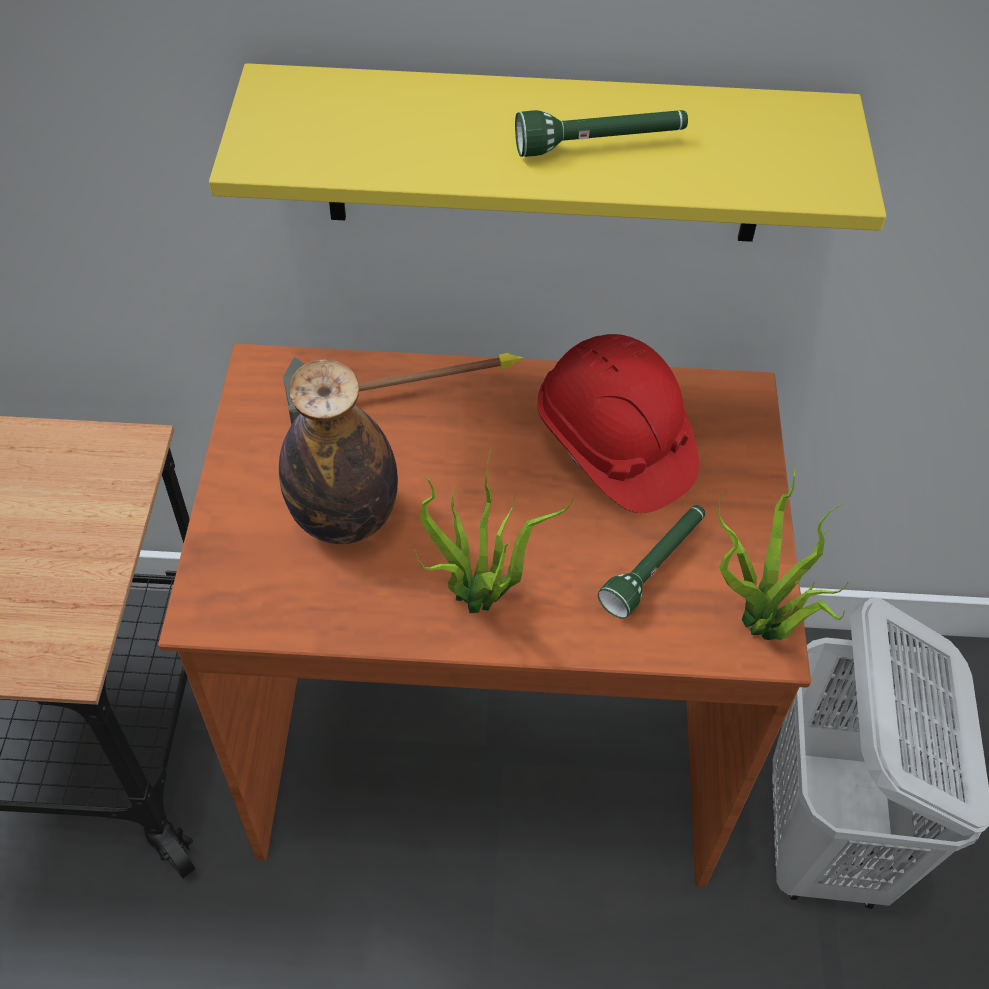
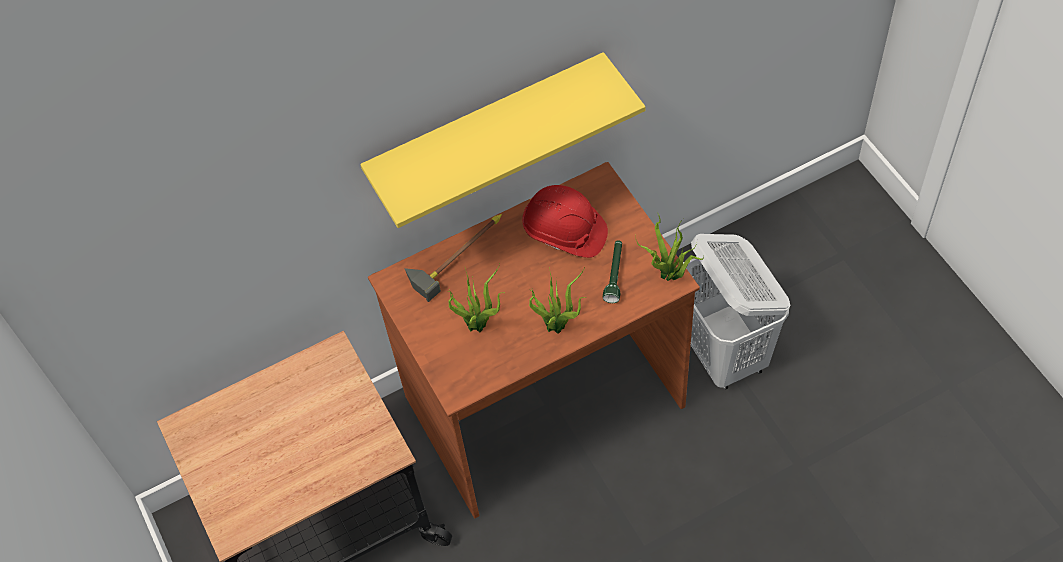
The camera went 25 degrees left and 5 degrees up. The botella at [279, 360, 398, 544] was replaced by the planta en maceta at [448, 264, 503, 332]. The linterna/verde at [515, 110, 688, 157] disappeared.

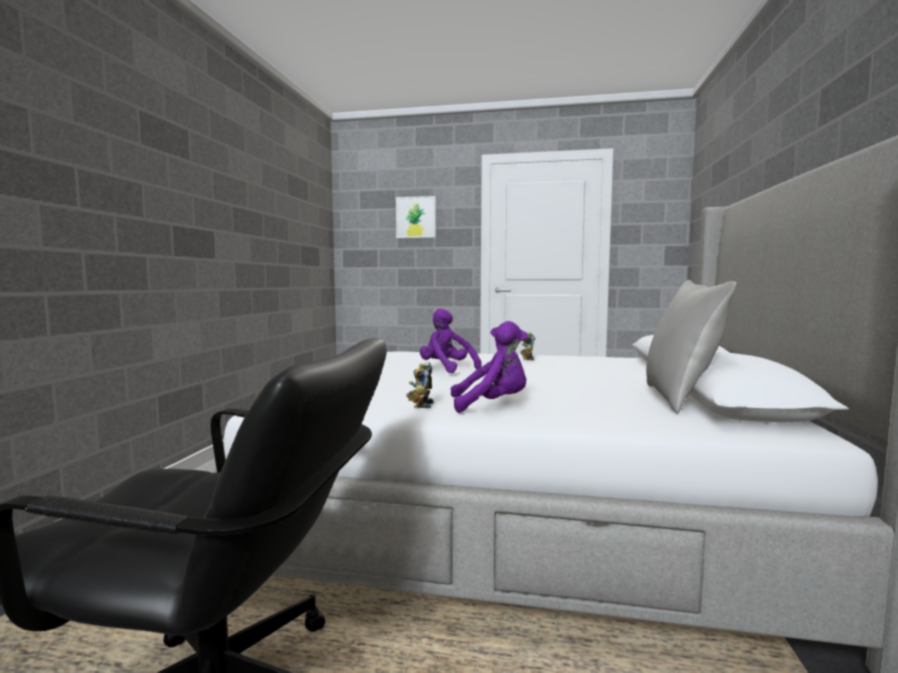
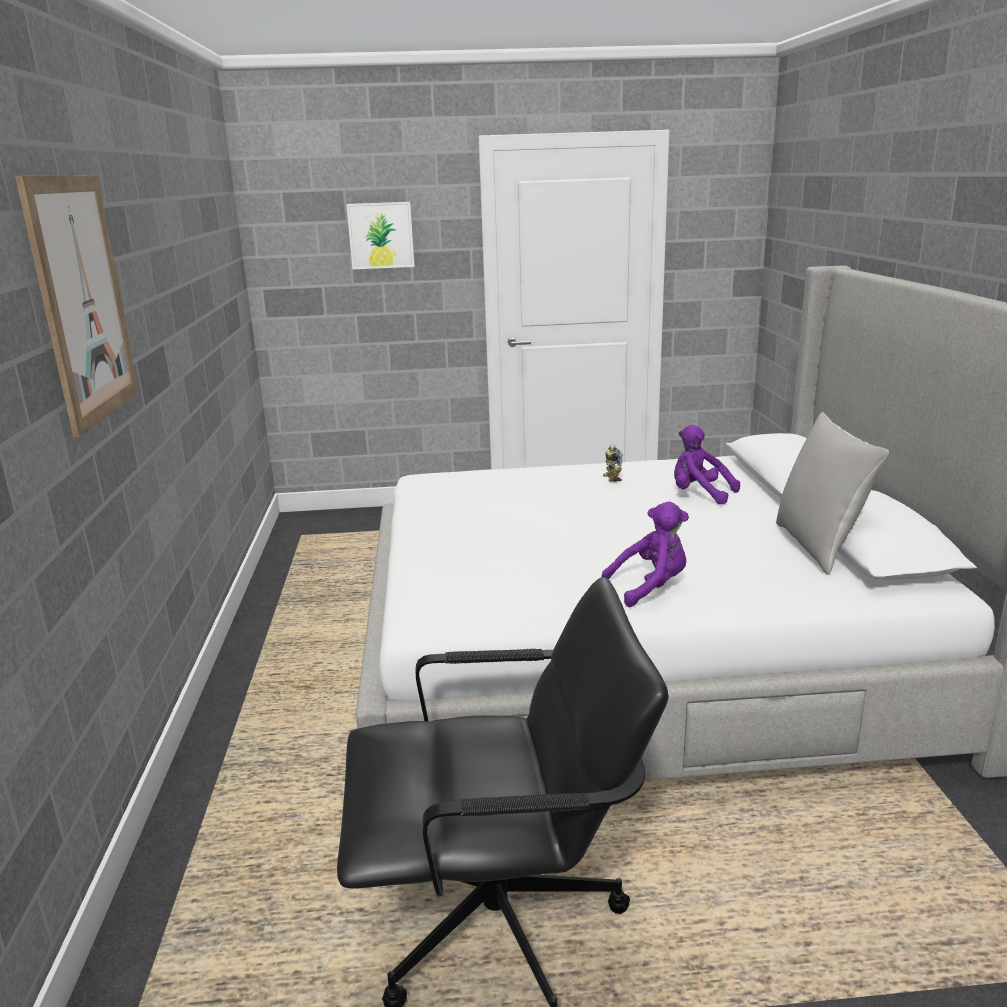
The camera went 15 degrees left and 15 degrees up. The robot de juguete at [406, 362, 434, 408] disappeared. The peluche/morado moved from [420, 309, 482, 373] to [674, 425, 740, 504]. The cuadro at [15, 176, 139, 437] appeared.

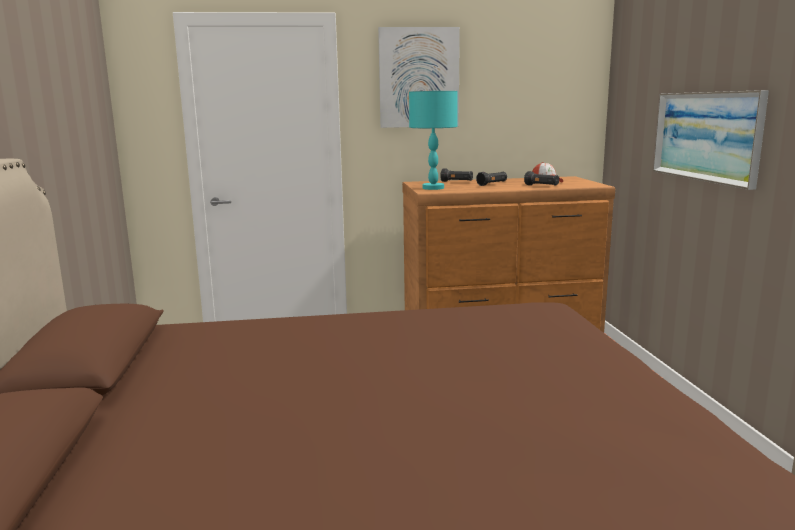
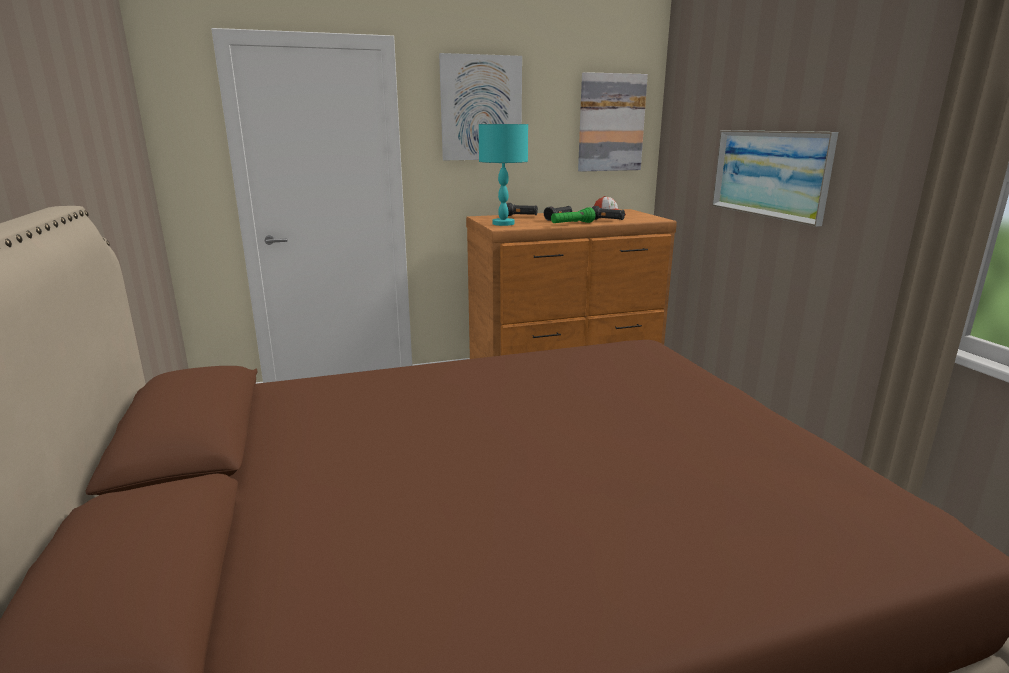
The camera went 10 degrees left and 5 degrees up. The linterna/verde at [551, 207, 596, 223] appeared. The cuadro at [578, 72, 648, 172] appeared.

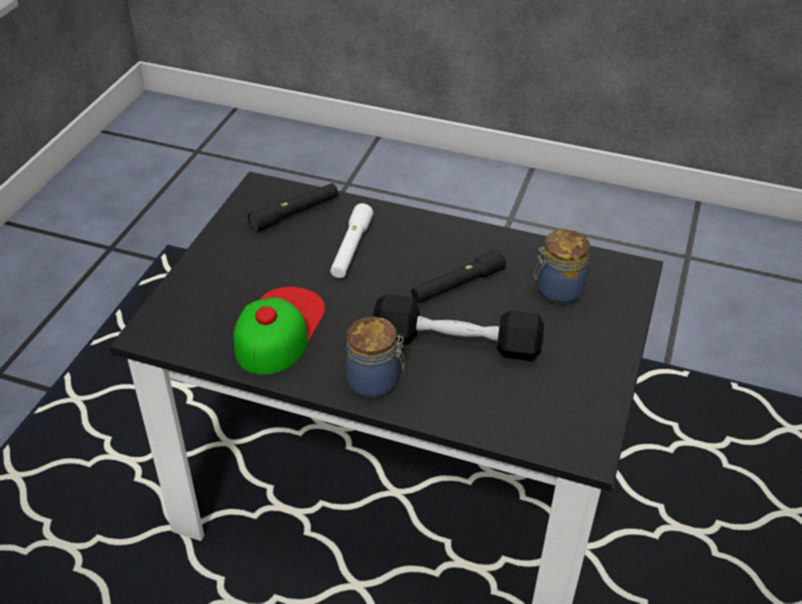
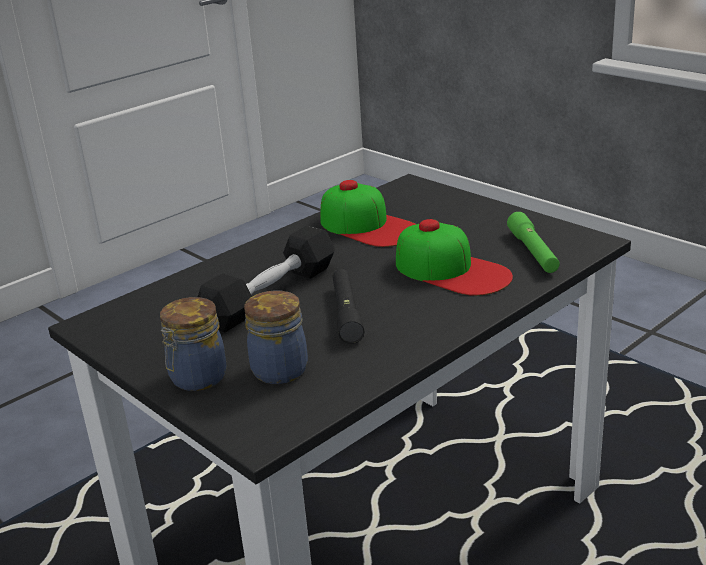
The camera went 120 degrees right and 15 degrees down. The linterna/negro at [248, 183, 338, 232] became the linterna/verde at [507, 212, 560, 273]. The linterna/blanco at [330, 203, 373, 278] was replaced by the gorra at [396, 219, 513, 296]. The tarro moved from [346, 317, 405, 398] to [160, 297, 227, 391].

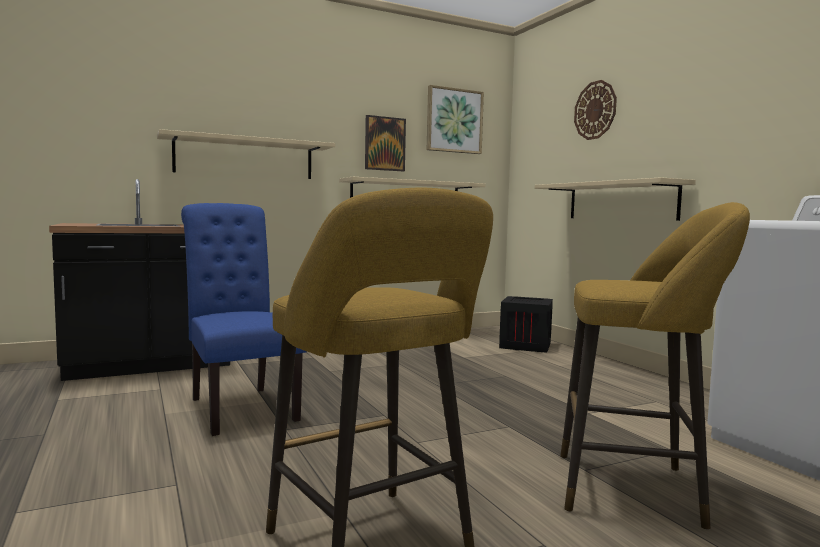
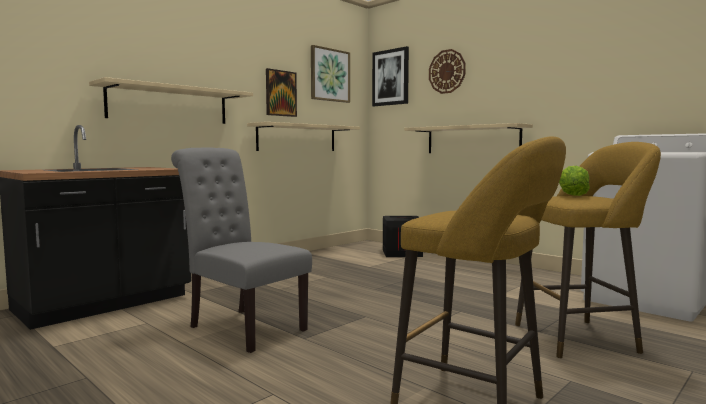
The camera went 20 degrees left and 0 degrees up. The silla/azul at [181, 203, 307, 436] became the silla/gris at [171, 147, 312, 353]. The cuadro at [372, 46, 409, 106] appeared. The lechuga at [559, 166, 590, 196] appeared.

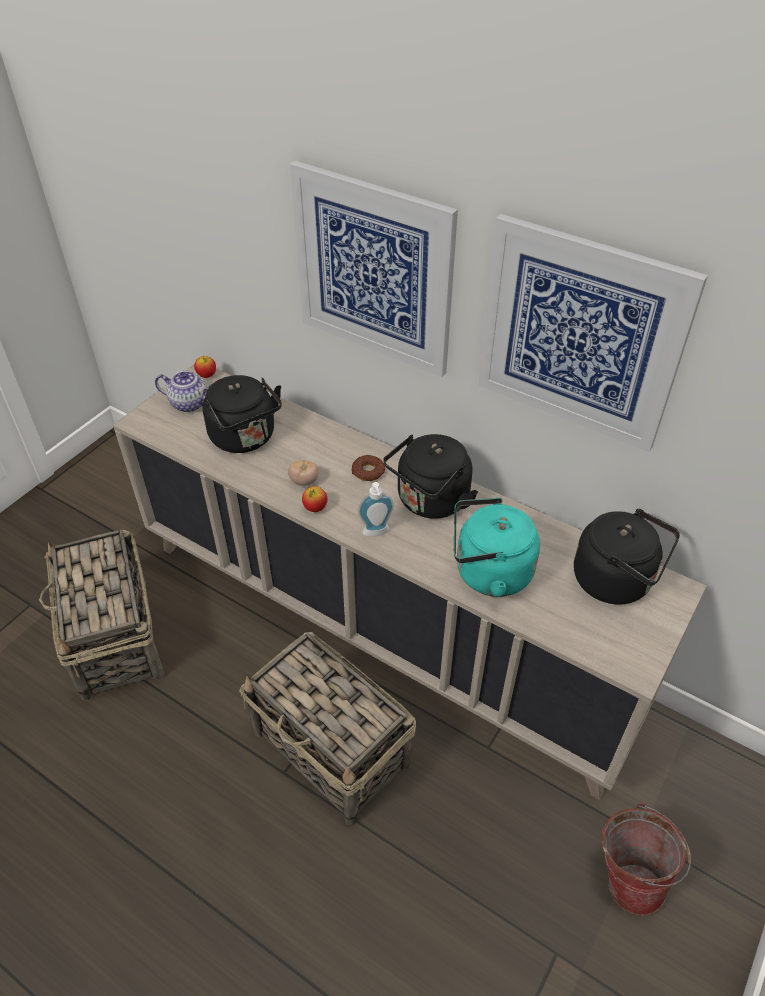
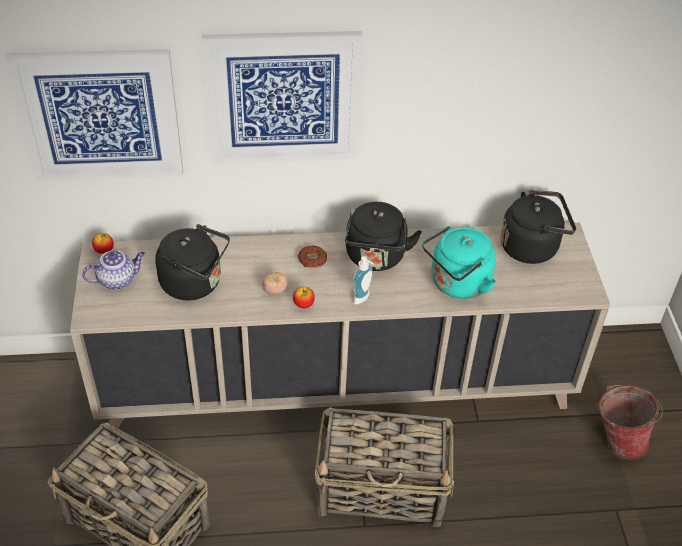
The camera went 40 degrees left and 0 degrees up. The cuadro moved from [478, 214, 708, 452] to [5, 49, 183, 181].

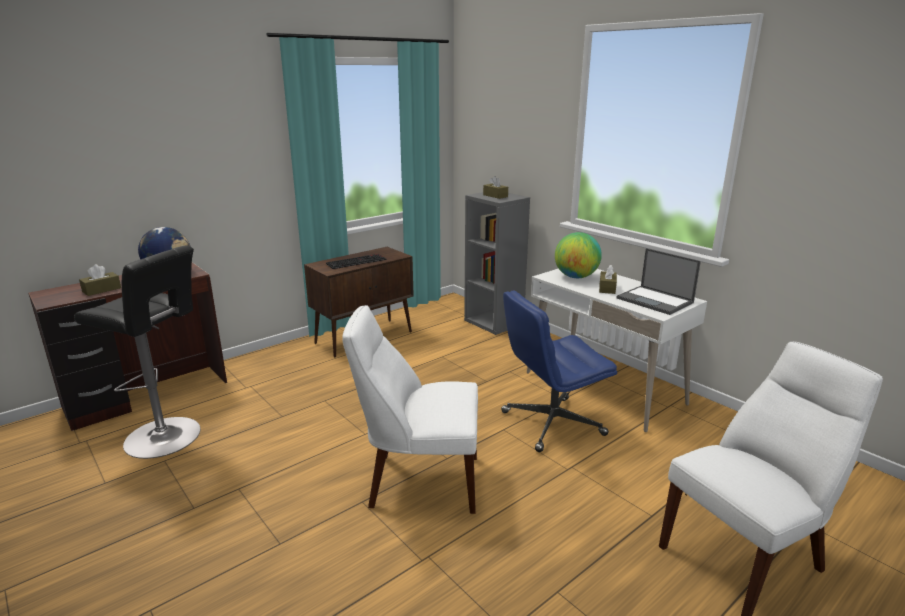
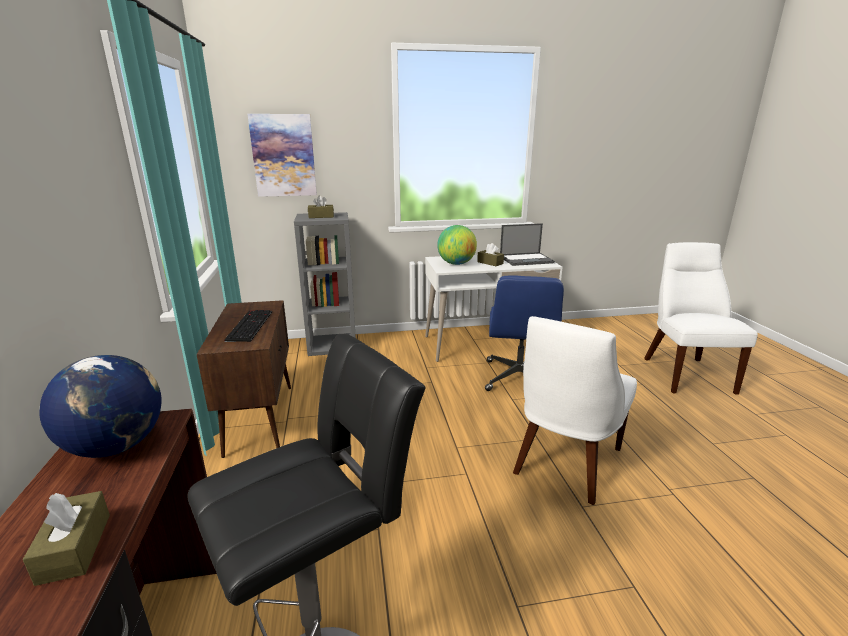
The camera went 60 degrees left and 0 degrees up. The cuadro at [248, 114, 317, 197] appeared.

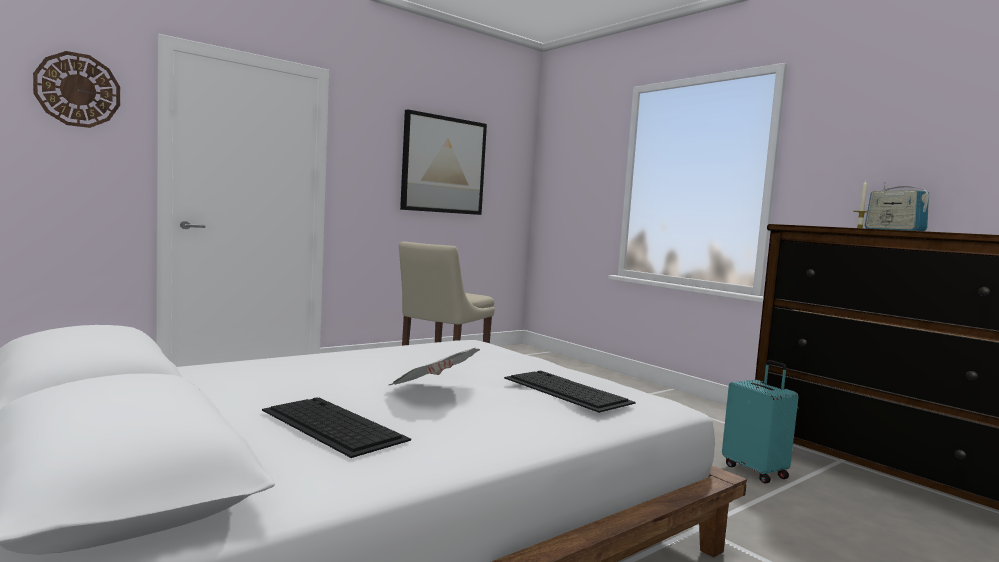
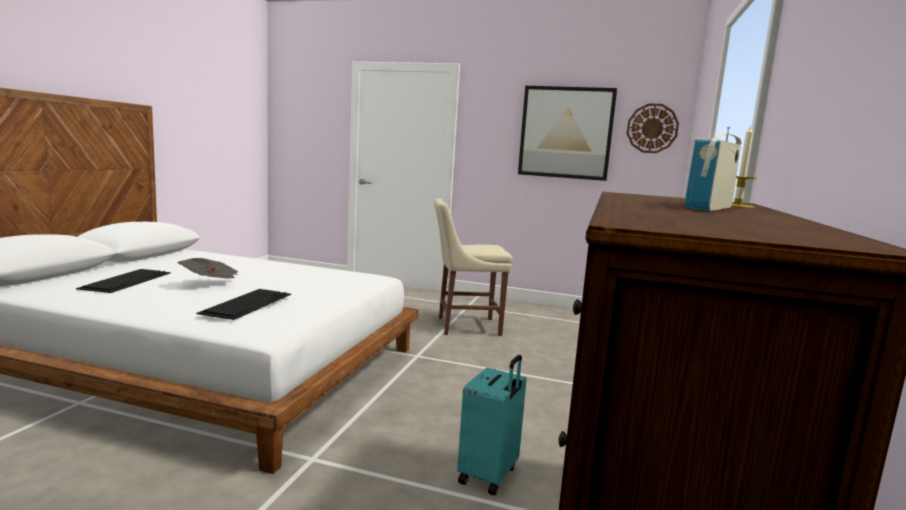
The camera went 55 degrees right and 5 degrees up. The reloj de pared moved from [33, 51, 120, 128] to [627, 103, 679, 153].

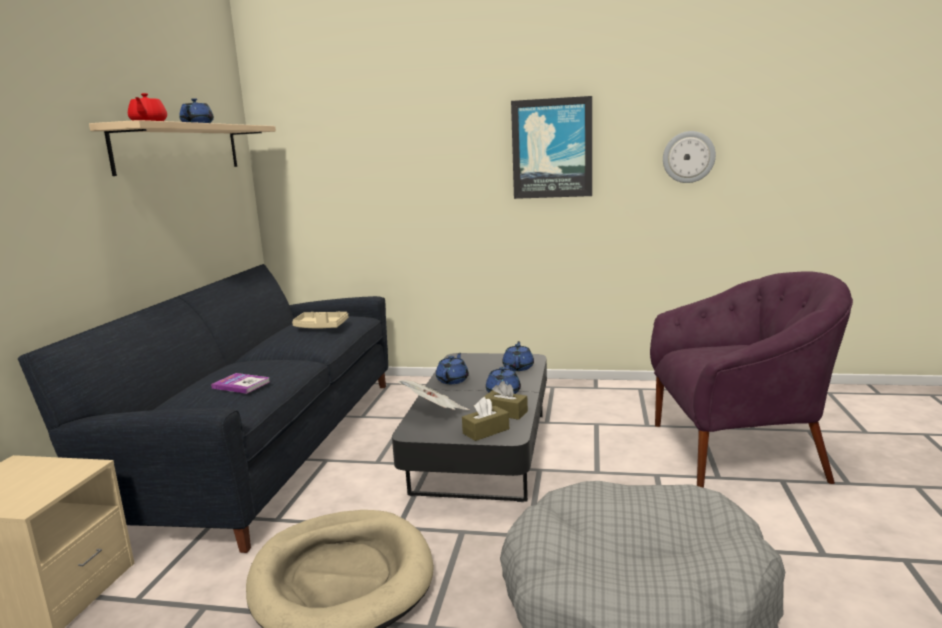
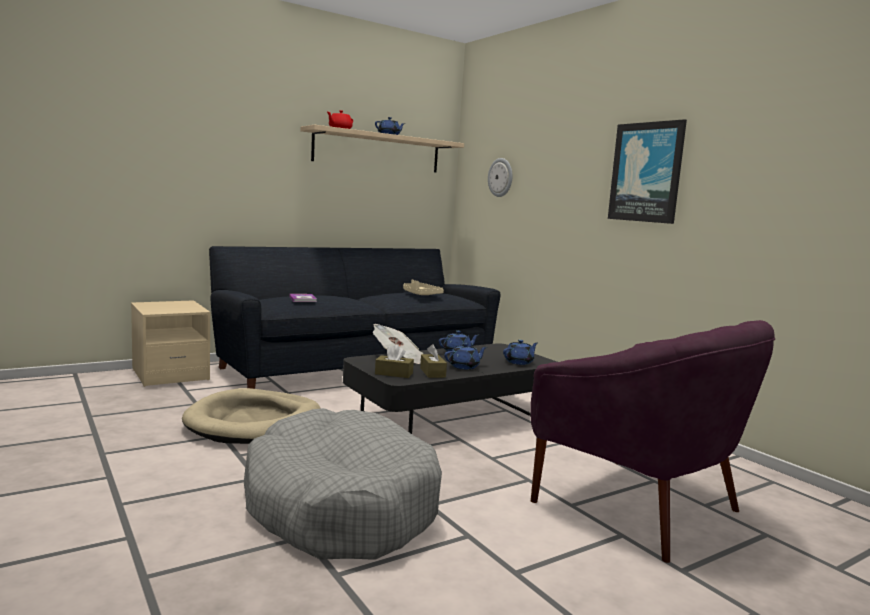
The camera went 45 degrees right and 5 degrees down. The reloj de pared moved from [663, 131, 716, 183] to [488, 158, 512, 197].

